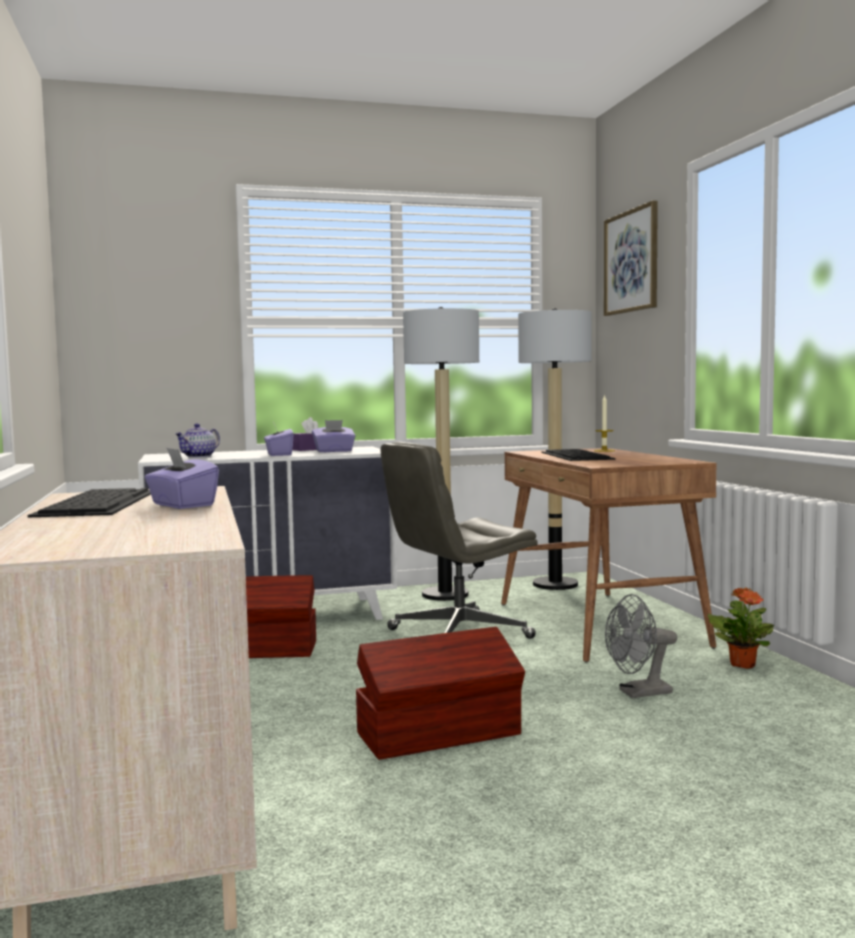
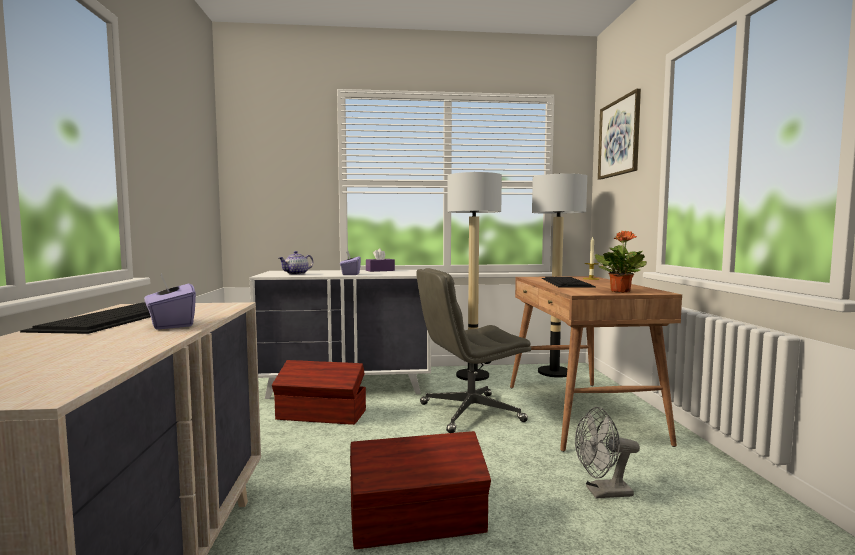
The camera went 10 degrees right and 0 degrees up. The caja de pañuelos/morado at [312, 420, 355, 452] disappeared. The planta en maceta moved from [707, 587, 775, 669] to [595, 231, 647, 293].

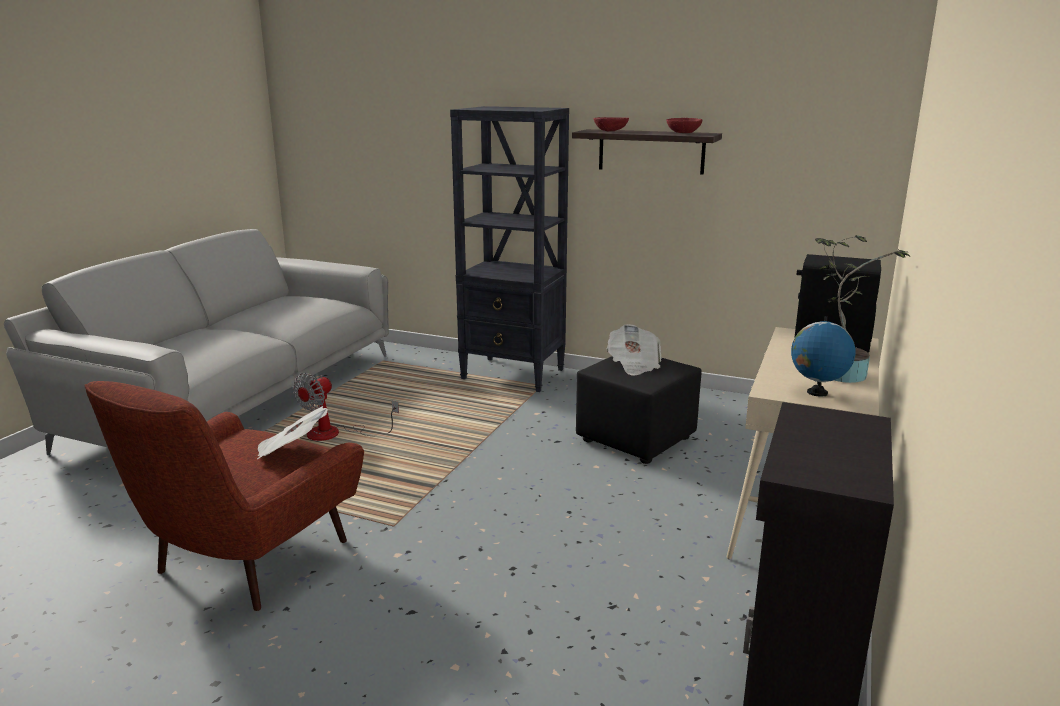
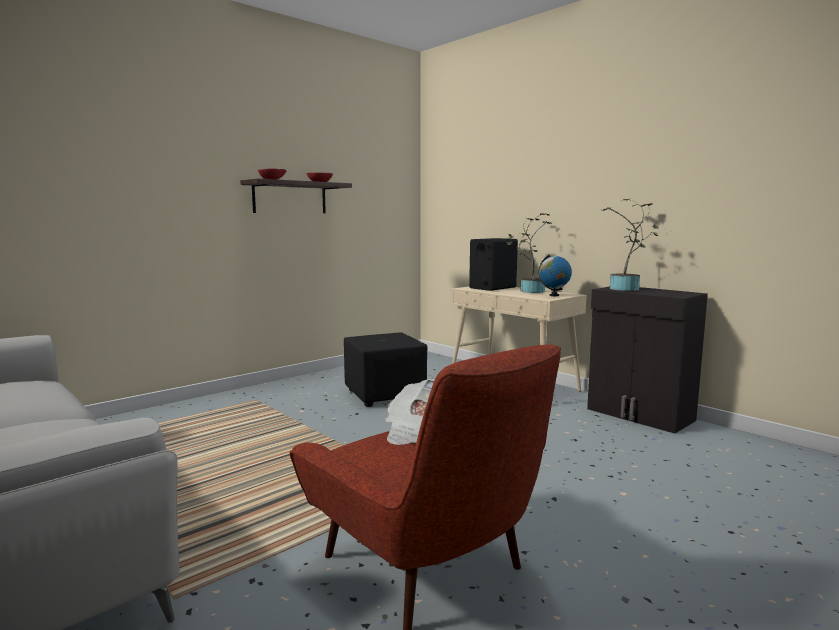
The camera went 65 degrees left and 10 degrees down. The ventilador at [293, 373, 399, 441] disappeared. The estantería/negro at [450, 106, 569, 392] disappeared. The periódico at [607, 324, 661, 376] disappeared. The planta en maceta at [602, 199, 659, 291] appeared.

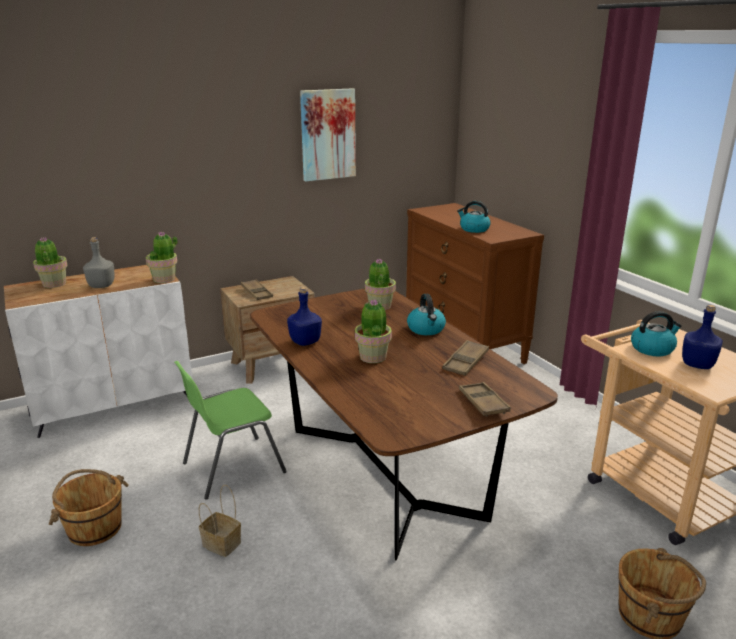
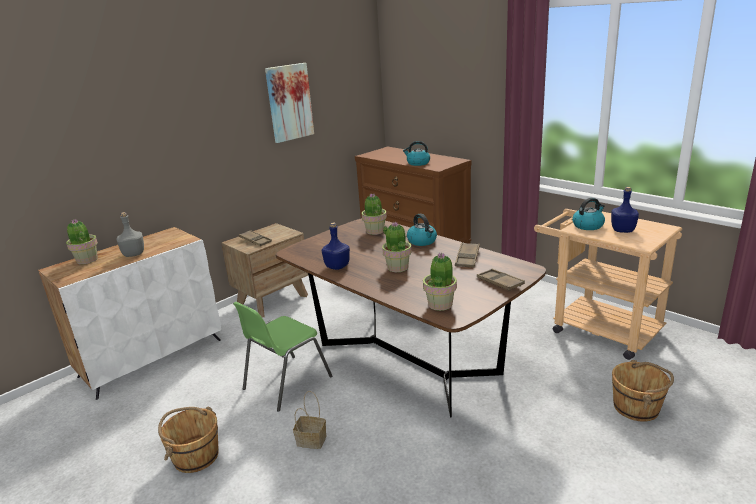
The camera went 15 degrees left and 0 degrees up. The planta en maceta moved from [146, 231, 178, 283] to [423, 252, 457, 311].

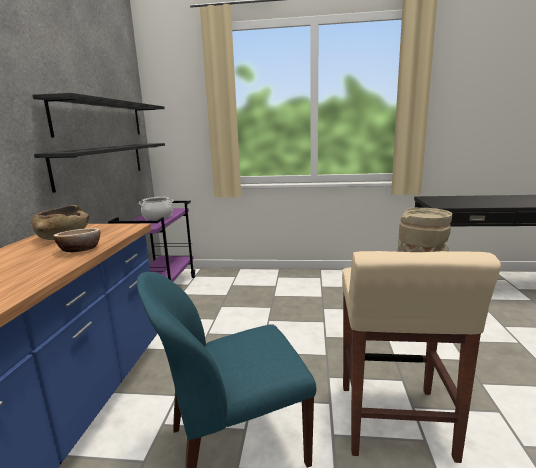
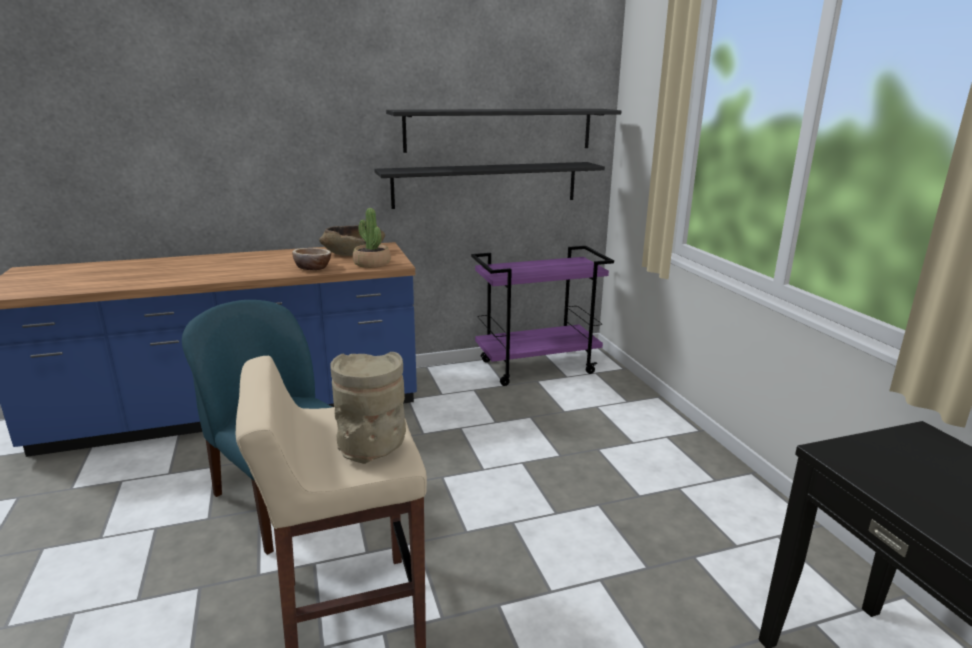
The camera went 65 degrees right and 5 degrees up. The olla at [139, 197, 174, 220] disappeared. The planta en maceta at [353, 208, 391, 268] appeared.

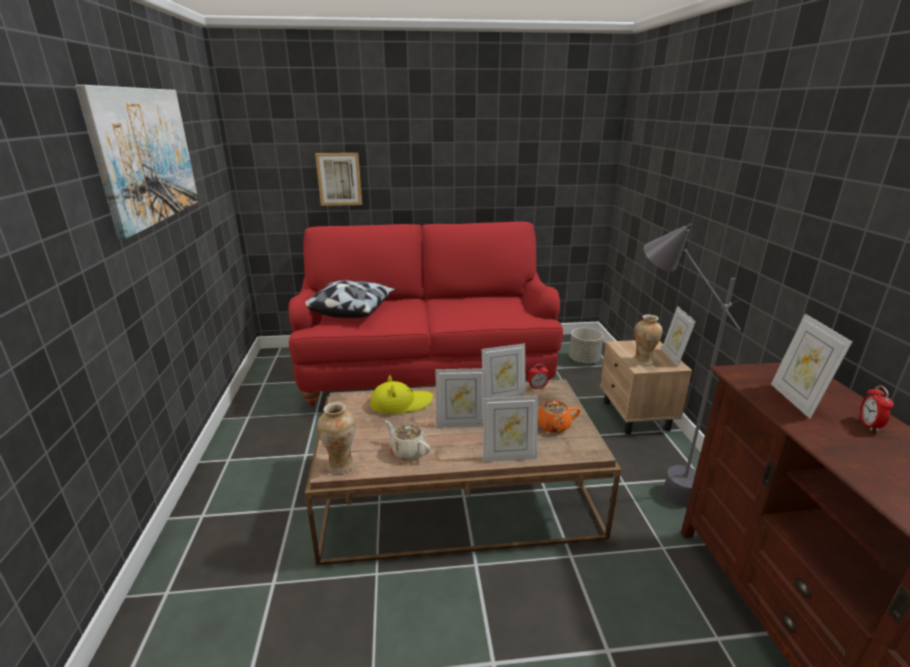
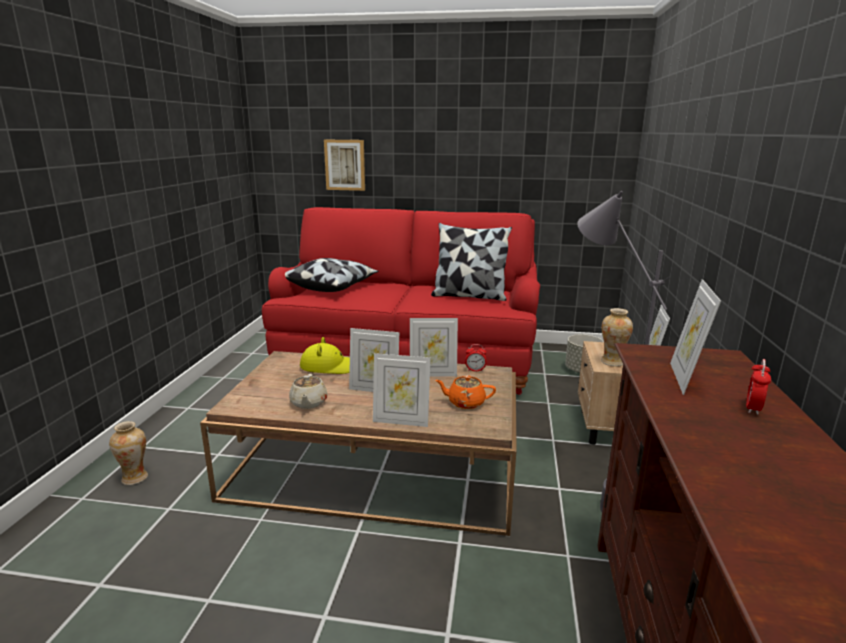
The camera went 15 degrees right and 5 degrees down. The cuadro at [75, 85, 199, 239] disappeared. The florero moved from [317, 402, 356, 474] to [109, 421, 148, 485]. The tetera/beis at [385, 420, 431, 460] turned 150 degrees counterclockwise. The cojín at [431, 223, 512, 301] appeared.

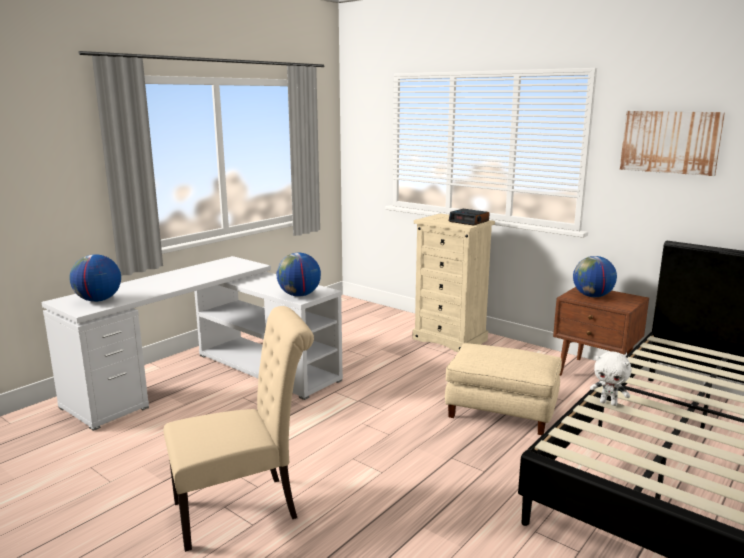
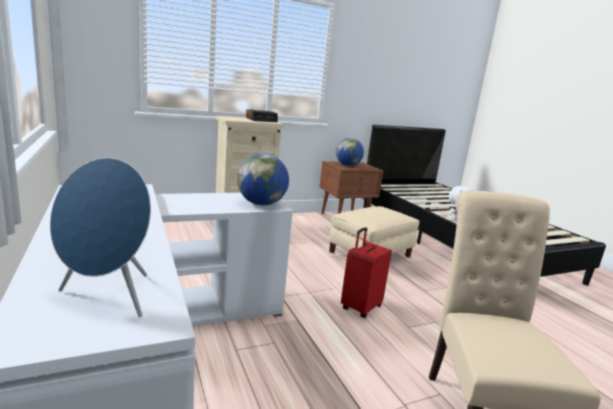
The camera went 65 degrees left and 0 degrees up. The globo terráqueo at [69, 254, 121, 302] was replaced by the altavoz/azul at [50, 158, 151, 317]. The cuadro at [620, 111, 725, 176] disappeared. The maleta/rojo at [341, 227, 392, 318] appeared.

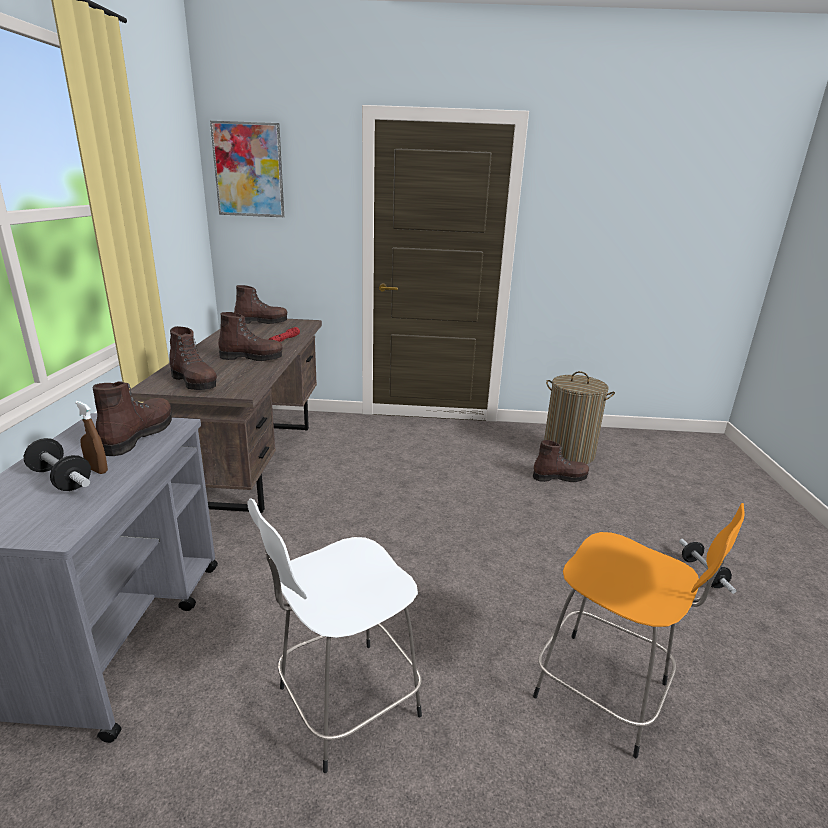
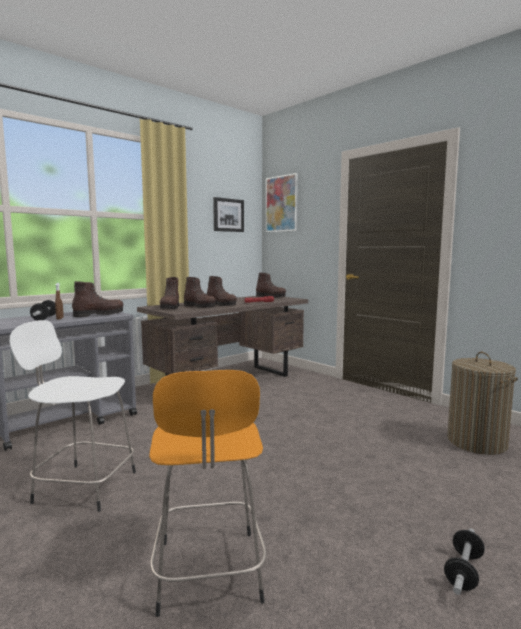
The camera went 45 degrees right and 15 degrees down. The bota/marrón moved from [533, 440, 589, 482] to [184, 277, 216, 308]. The cuadro at [213, 197, 244, 232] appeared.

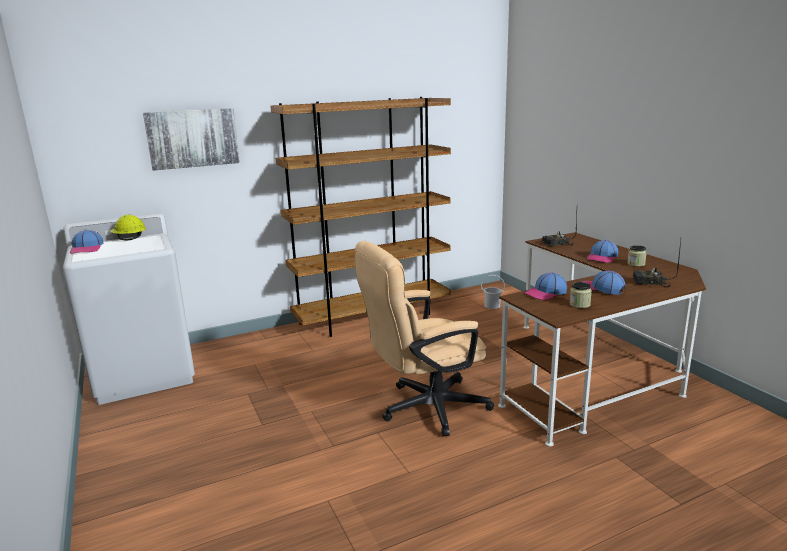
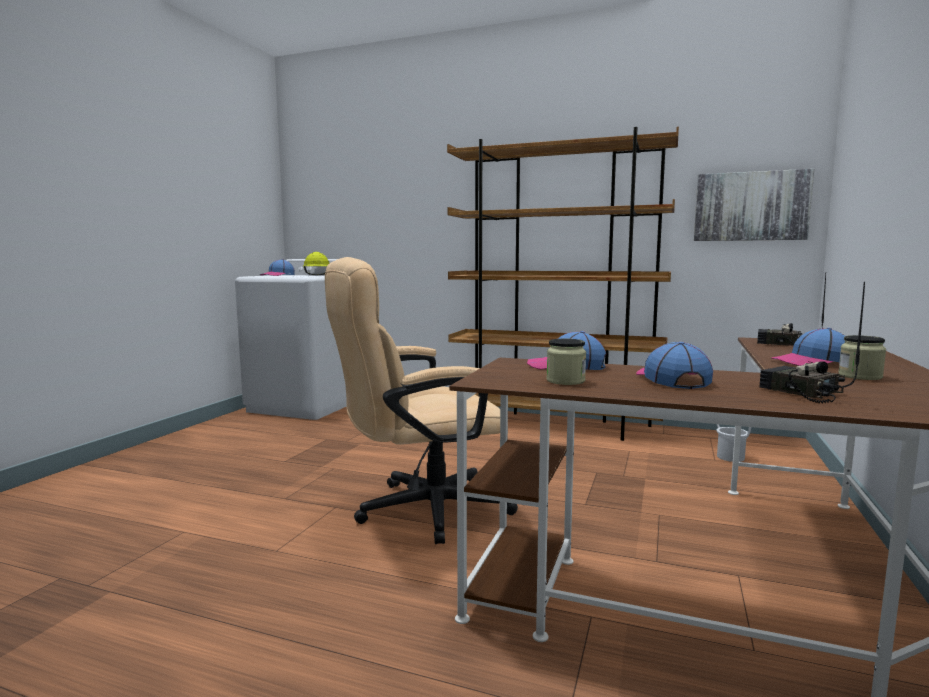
The camera went 45 degrees right and 10 degrees down. The cuadro moved from [143, 108, 240, 171] to [694, 169, 814, 241]. The silla de oficina/beis at [354, 241, 494, 436] turned 45 degrees counterclockwise.

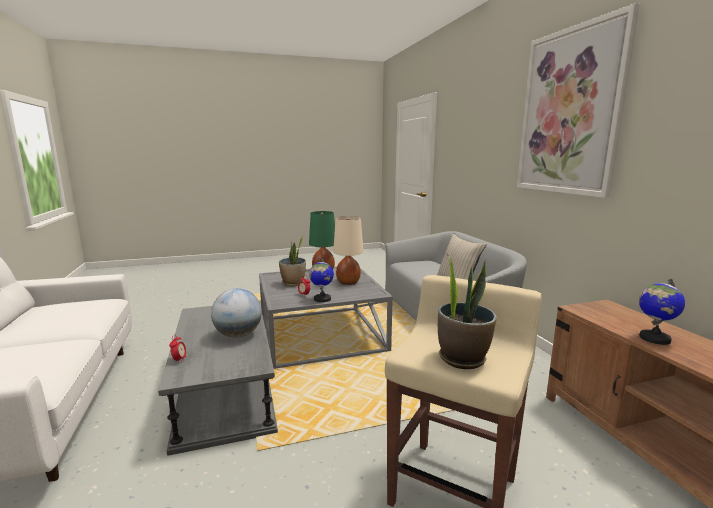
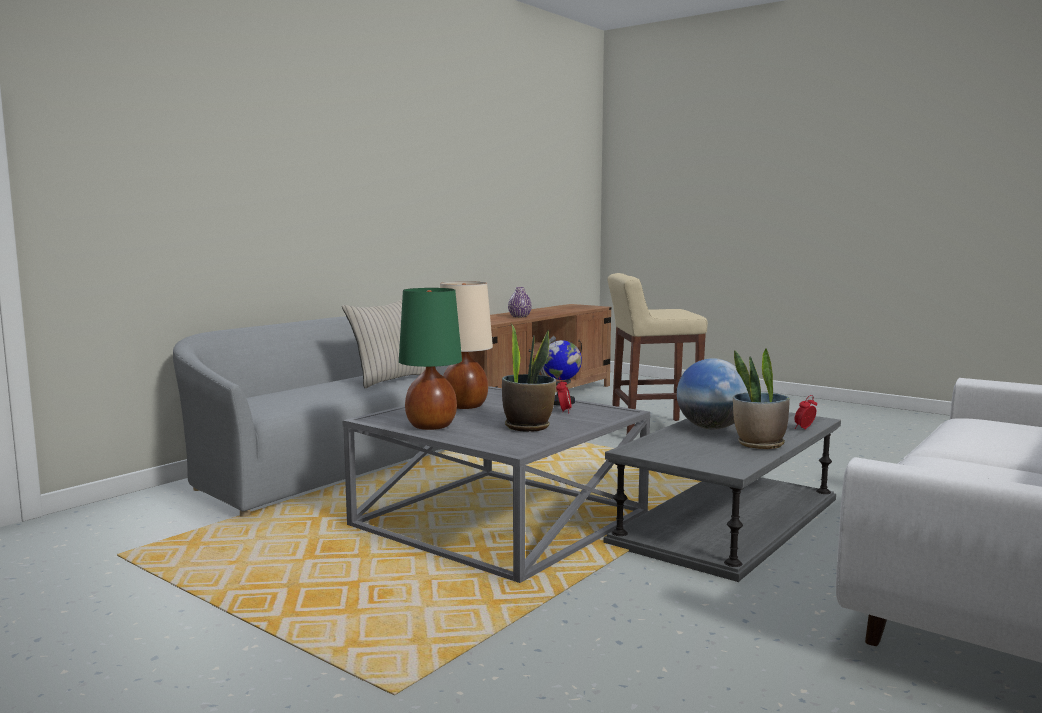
The camera went 125 degrees left and 5 degrees down. The planta en maceta moved from [438, 254, 497, 369] to [733, 349, 790, 449]. The cuadro at [517, 3, 640, 198] disappeared. The globo terráqueo at [639, 279, 685, 345] was replaced by the florero/morado at [508, 287, 532, 318].

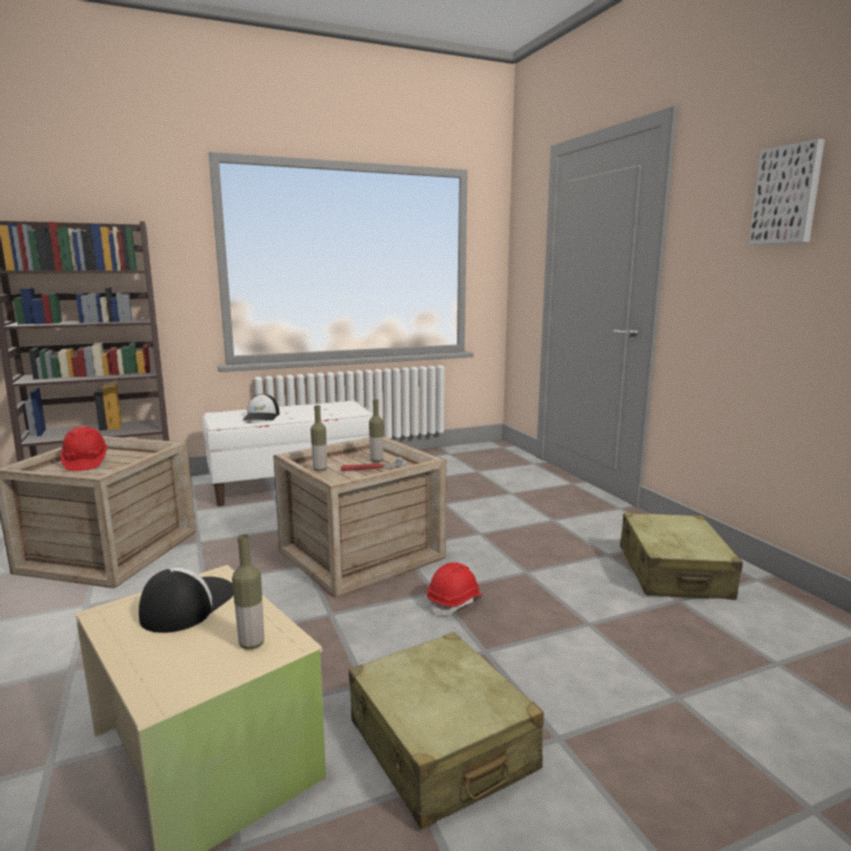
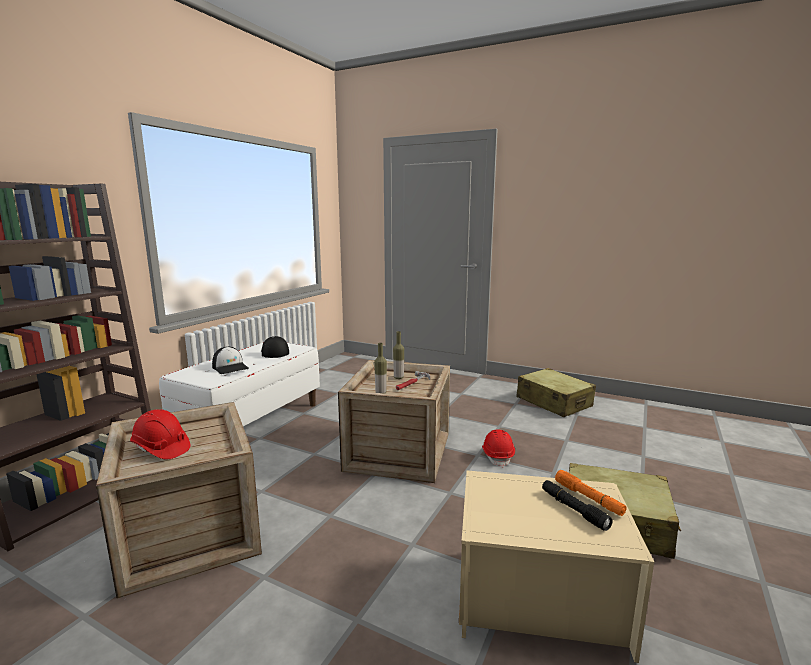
The camera went 40 degrees left and 0 degrees up. The gorra moved from [139, 568, 234, 633] to [261, 336, 289, 358]. The botella at [232, 534, 264, 649] was replaced by the linterna/naranja at [555, 470, 626, 516]. The cuadro at [749, 139, 825, 245] disappeared. The linterna/negro at [542, 480, 613, 531] appeared.

